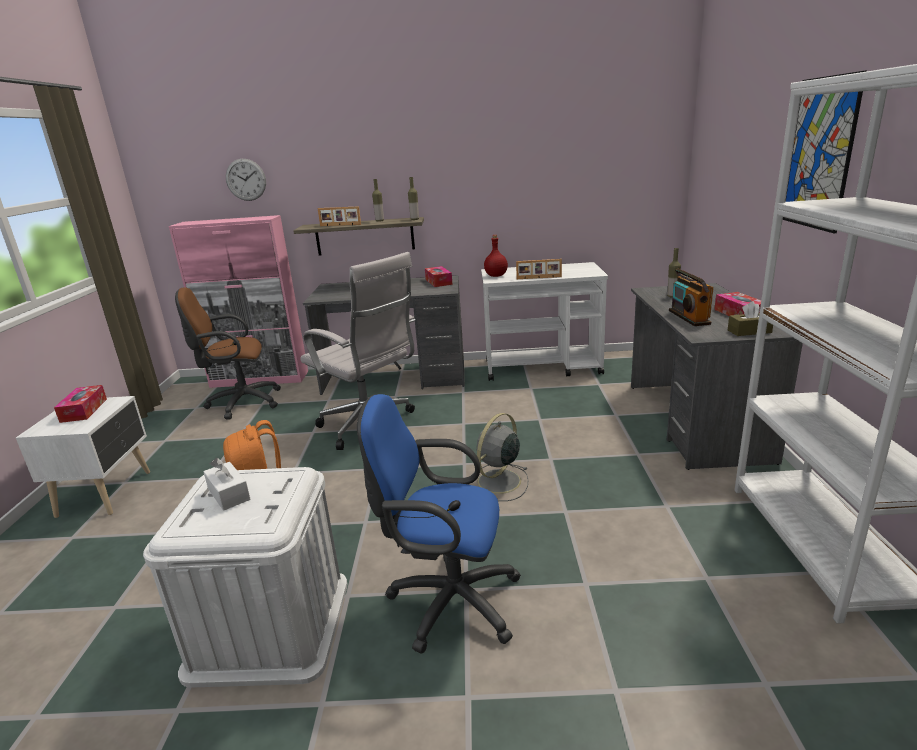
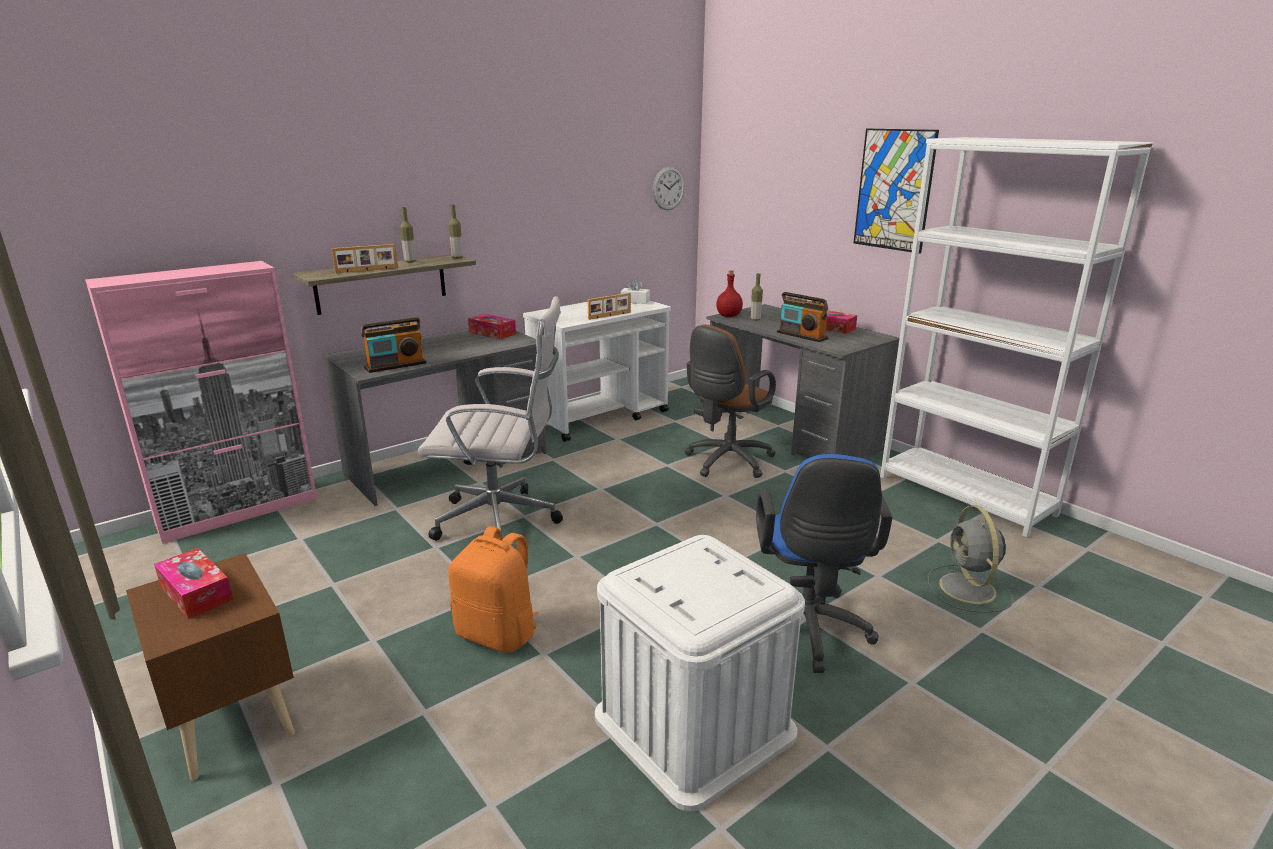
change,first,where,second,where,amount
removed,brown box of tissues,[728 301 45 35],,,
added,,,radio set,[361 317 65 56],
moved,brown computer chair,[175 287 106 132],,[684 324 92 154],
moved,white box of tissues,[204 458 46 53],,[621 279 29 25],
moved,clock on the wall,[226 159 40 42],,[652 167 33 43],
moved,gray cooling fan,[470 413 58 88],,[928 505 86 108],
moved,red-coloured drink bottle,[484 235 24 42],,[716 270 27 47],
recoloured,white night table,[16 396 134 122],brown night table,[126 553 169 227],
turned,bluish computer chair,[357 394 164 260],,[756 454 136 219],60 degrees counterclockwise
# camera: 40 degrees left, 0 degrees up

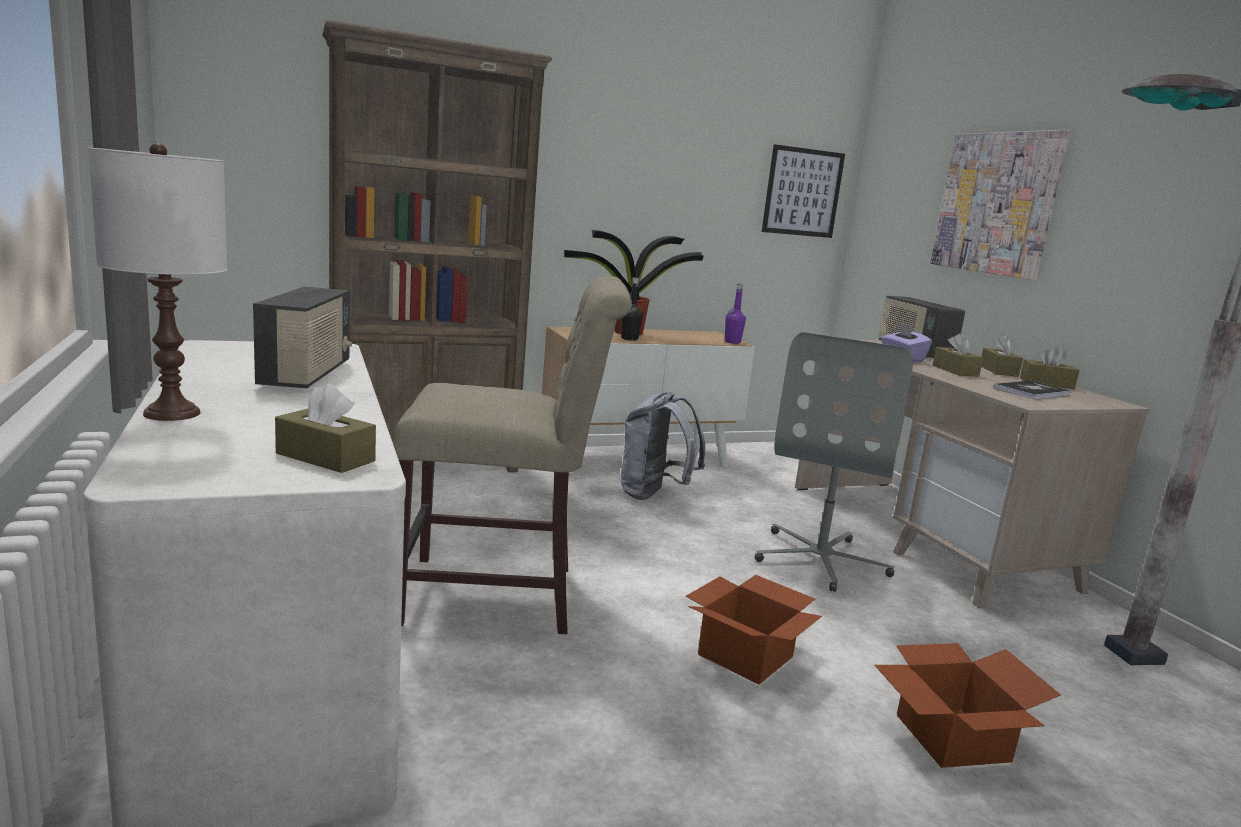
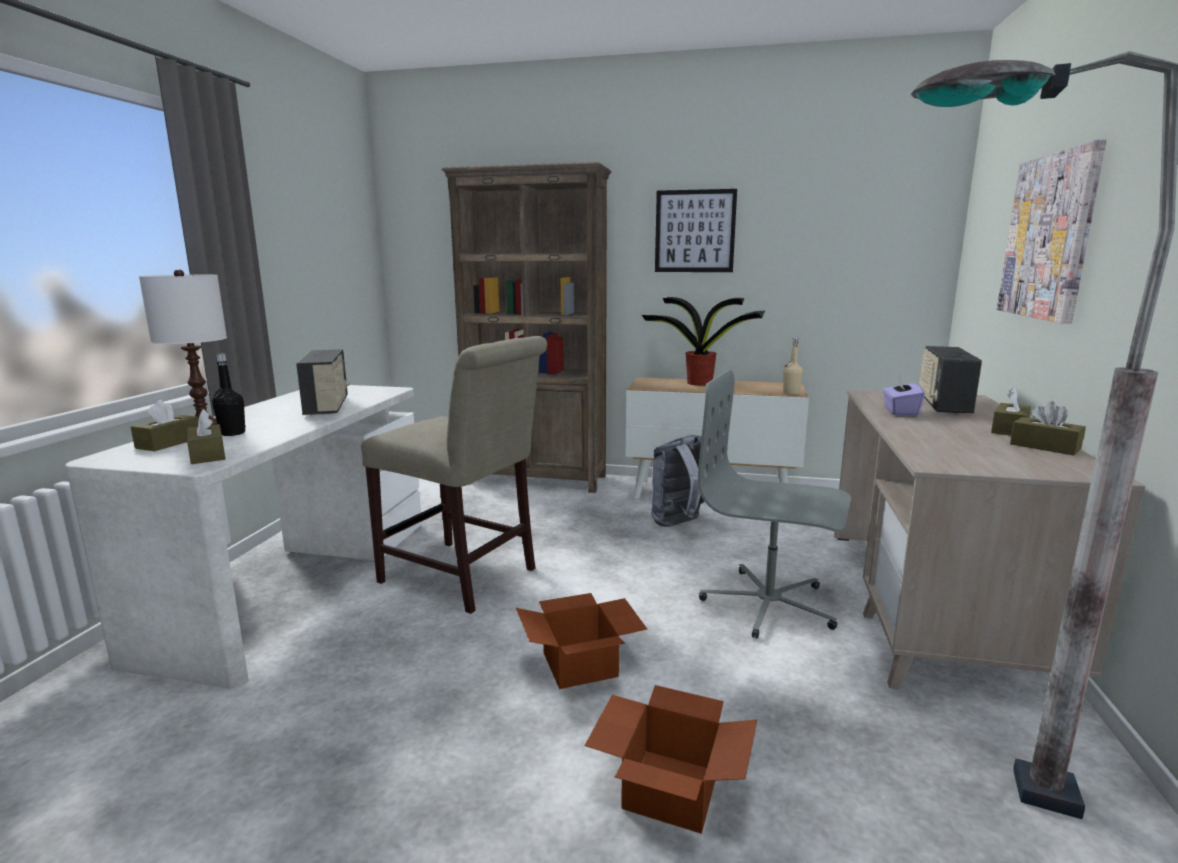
change,first,where,second,where,amount
removed,volume,[993 381 78 19],,,
moved,black-coloured drink bottle,[621 277 22 64],,[212 353 34 83],
moved,wall picture,[762 144 83 94],,[655 189 82 83],
moved,brown box of tissues,[932 333 51 44],,[131 400 67 51],
recoloured,purplish drink bottle,[724 284 22 60],beige drink bottle,[783 338 20 56],
turned,radio set,[253 286 99 102],,[296 349 54 66],45 degrees counterclockwise
turned,gray computer chair,[755 332 158 260],,[698 370 153 268],60 degrees clockwise
# camera: 35 degrees right, 0 degrees up

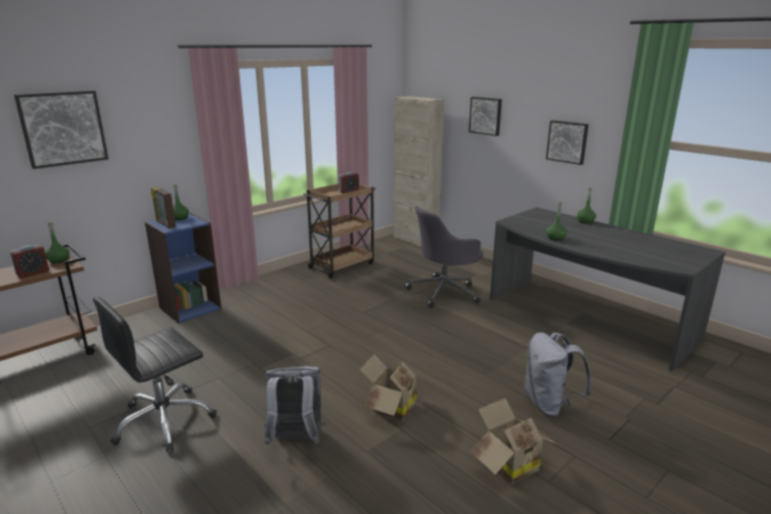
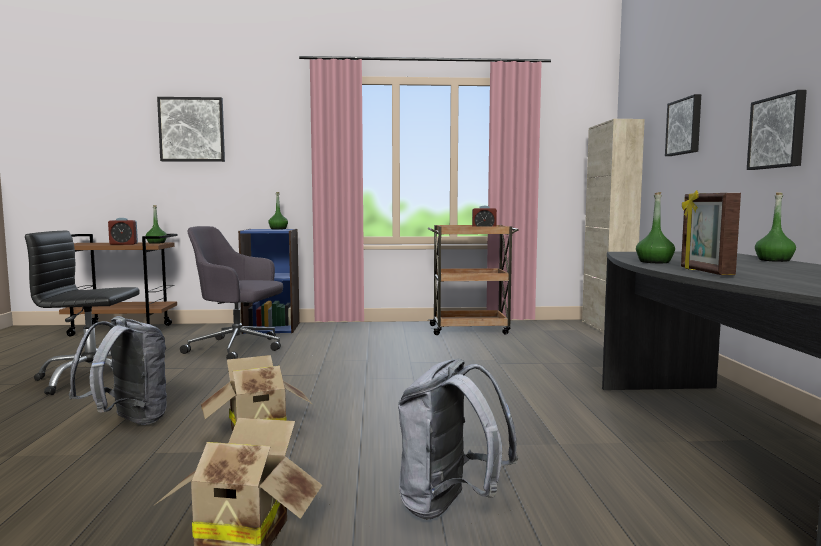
change,first,where,second,where,amount
moved,standing frame,[151 187 25 42],,[681 190 60 85],
moved,gray computer chair,[405 206 78 102],,[180 226 103 133],
# camera: 40 degrees right, 15 degrees down

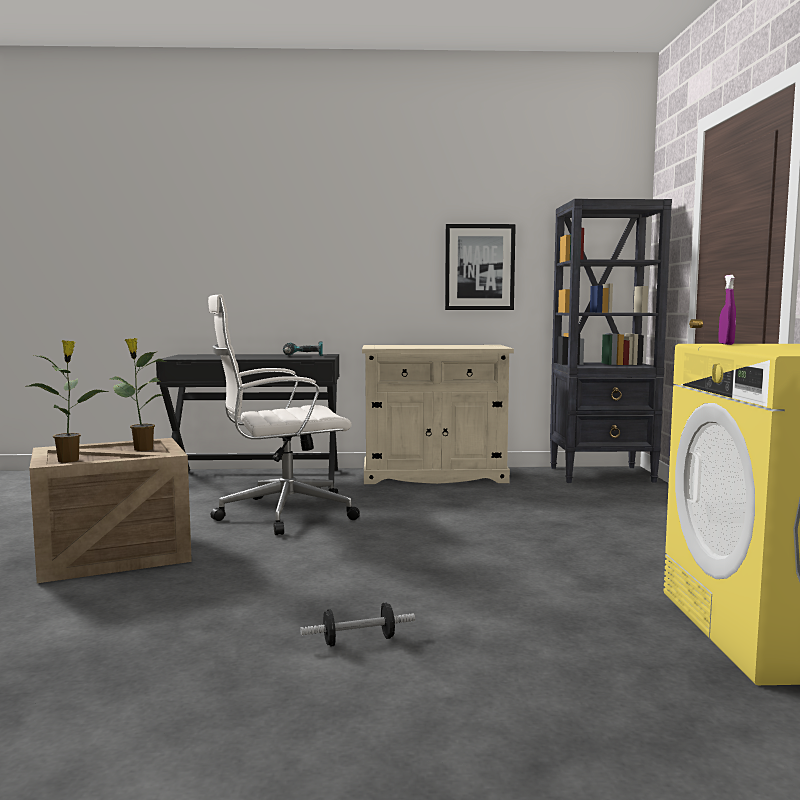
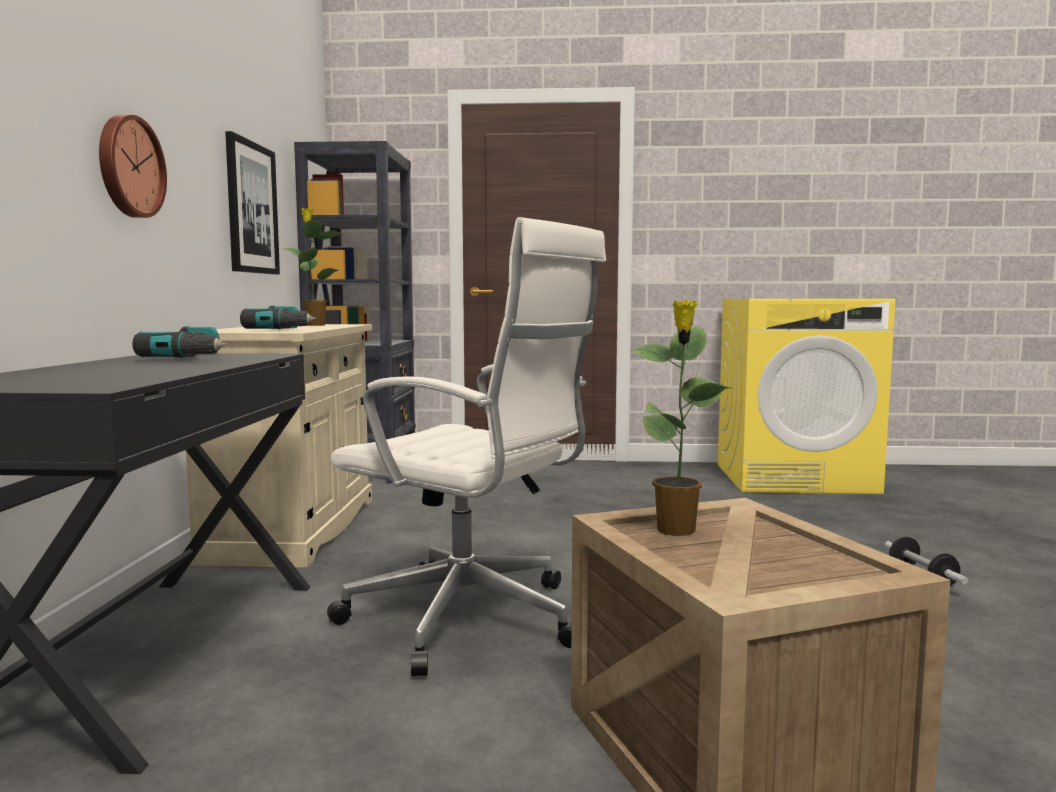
change,first,where,second,where,amount
removed,purplish spray bottle,[718 275 18 70],,,
added,,,clock on the wall,[99 114 68 104],
added,,,power drill,[240 305 76 24],
moved,potted plant,[28 340 81 123],,[283 208 60 118],
turned,white computer chair,[208 294 152 241],,[327 217 279 460],45 degrees counterclockwise
# camera: 85 degrees left, 0 degrees up

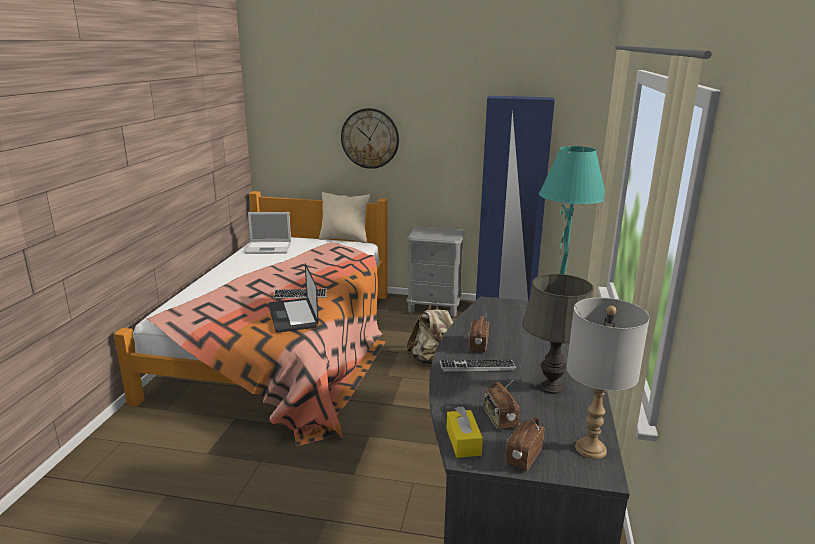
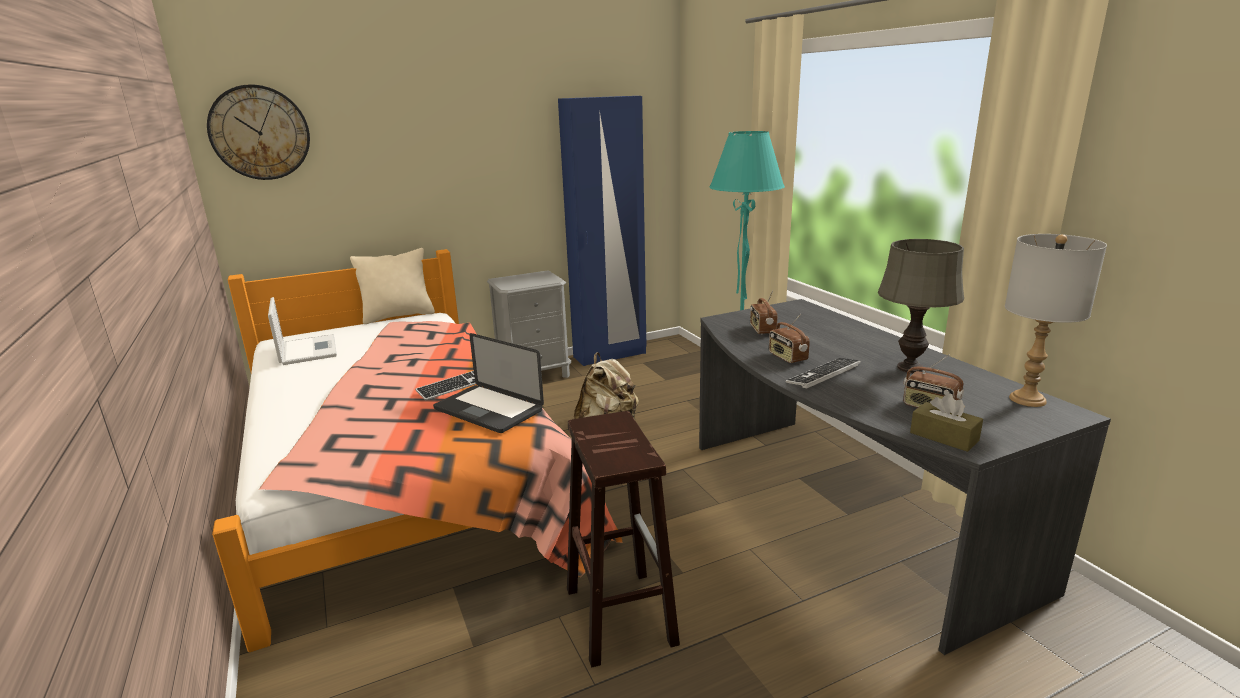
change,first,where,second,where,amount
added,,,brown stool seat,[567 411 113 257],
moved,clock on the wall,[341 108 58 61],,[207 84 103 96],
moved,radio set,[505 417 39 53],,[750 291 27 43],
recoloured,yellowish box of tissues,[446 406 37 52],brown box of tissues,[910 393 73 59],
turned,portable computer,[244 212 47 42],,[268 297 69 68],75 degrees counterclockwise
# camera: 35 degrees left, 0 degrees up

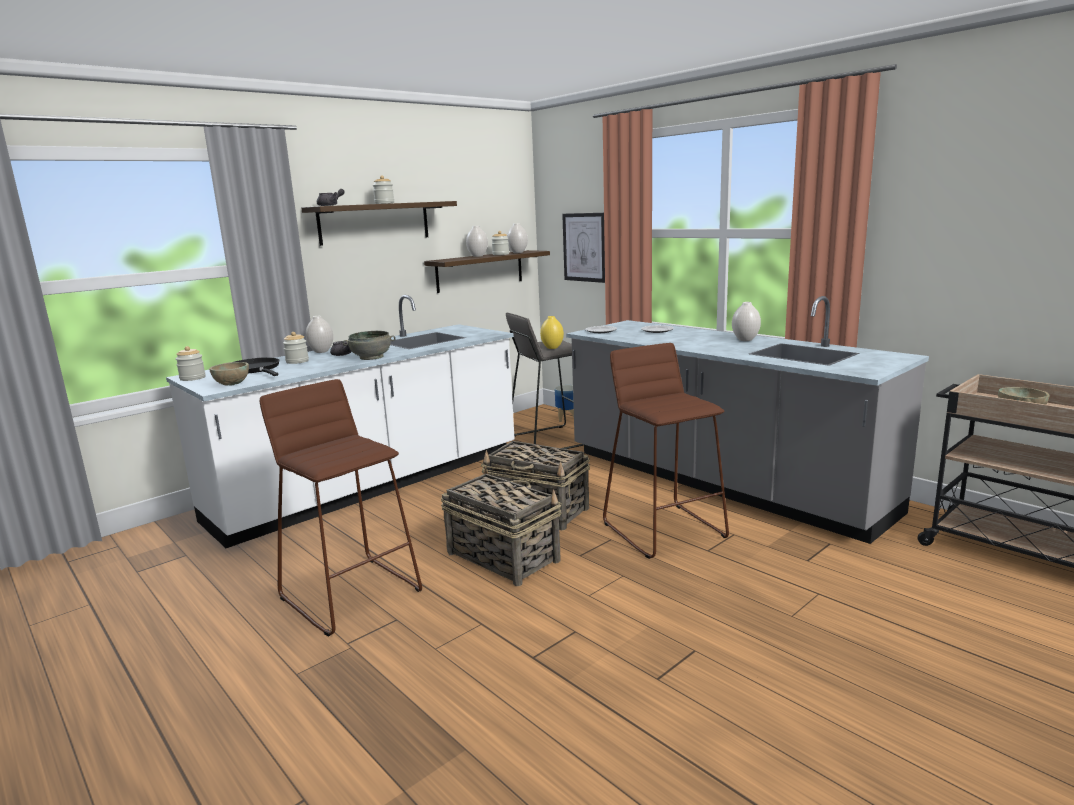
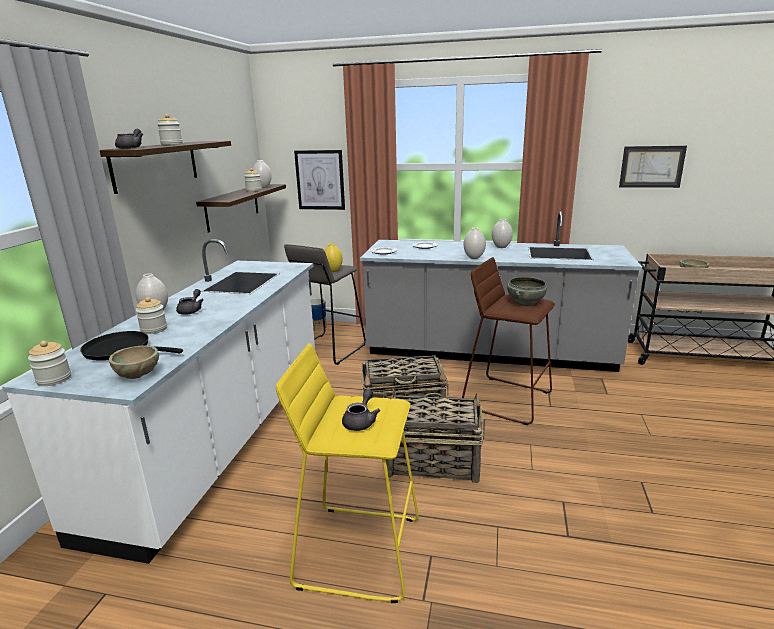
change,first,where,second,where,amount
added,,,gray teapot,[342 389 38 42],
added,,,wall picture,[619 146 68 42],
moved,gray deep dish,[343 331 53 29],,[507 277 40 29],
moved,white flower vase,[466 226 22 31],,[464 227 22 32],
recoloured,brown stool seat,[260 379 162 257],yellowish stool seat,[276 343 143 260],
# camera: 35 degrees left, 5 degrees up

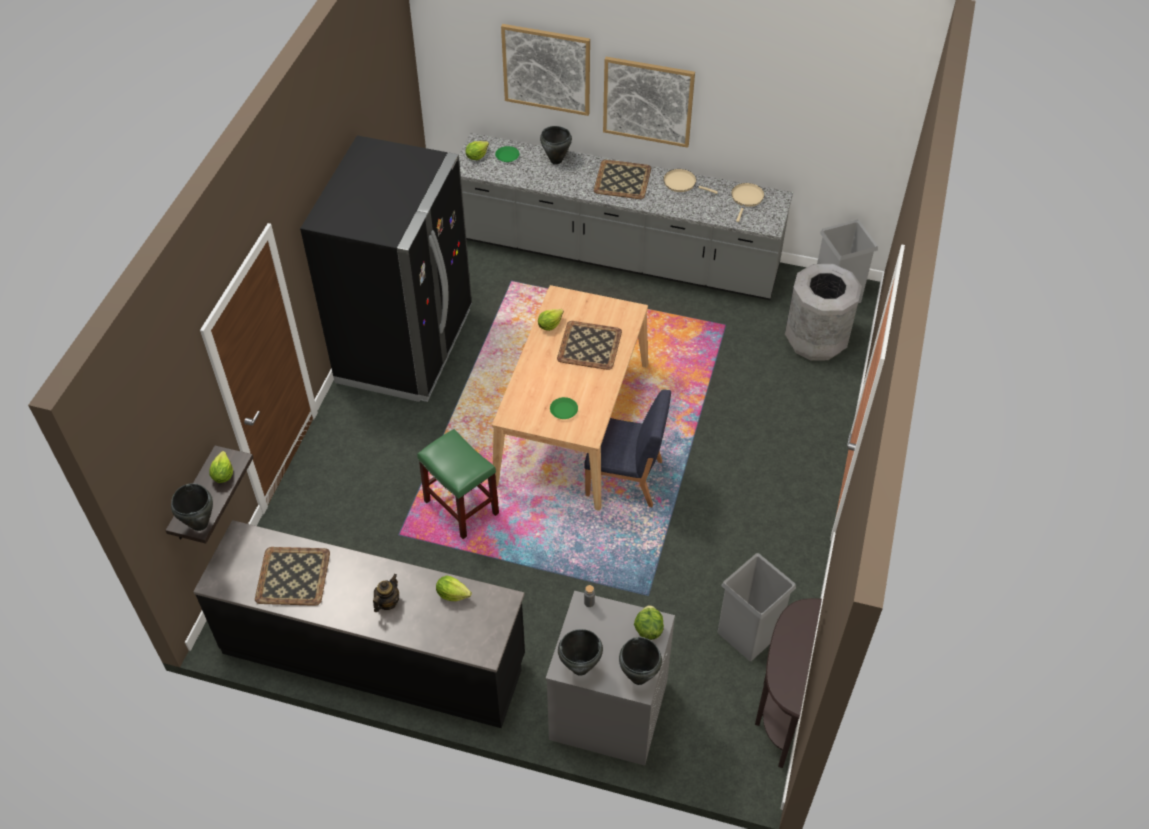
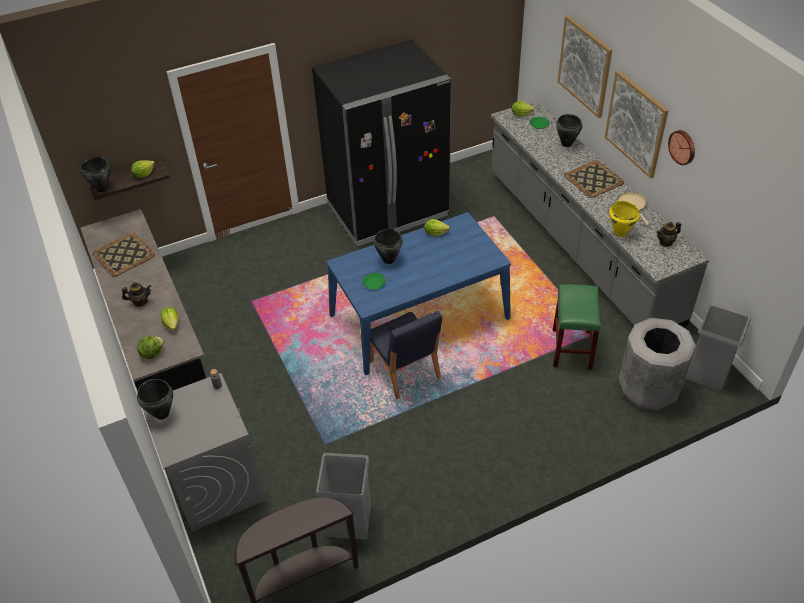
change,first,where,second,where,amount
removed,serving tray,[557 321 65 49],,,
added,,,yellowish saucepot,[609 201 31 36],
added,,,clock on the wall,[668 130 27 35],
moved,green-coloured stool seat,[417 429 82 110],,[553 284 47 86],
moved,black-coloured saucepot,[619 637 43 48],,[373 229 30 35],
moved,head of lettuce,[634 605 30 35],,[137 336 27 23],
replaced,beige skillet,[731 183 34 39],teapot,[657 222 24 25],
recoloured,beige dining table,[492 285 156 226],bluish dining table,[327 212 184 163],
# camera: 50 degrees right, 5 degrees down

